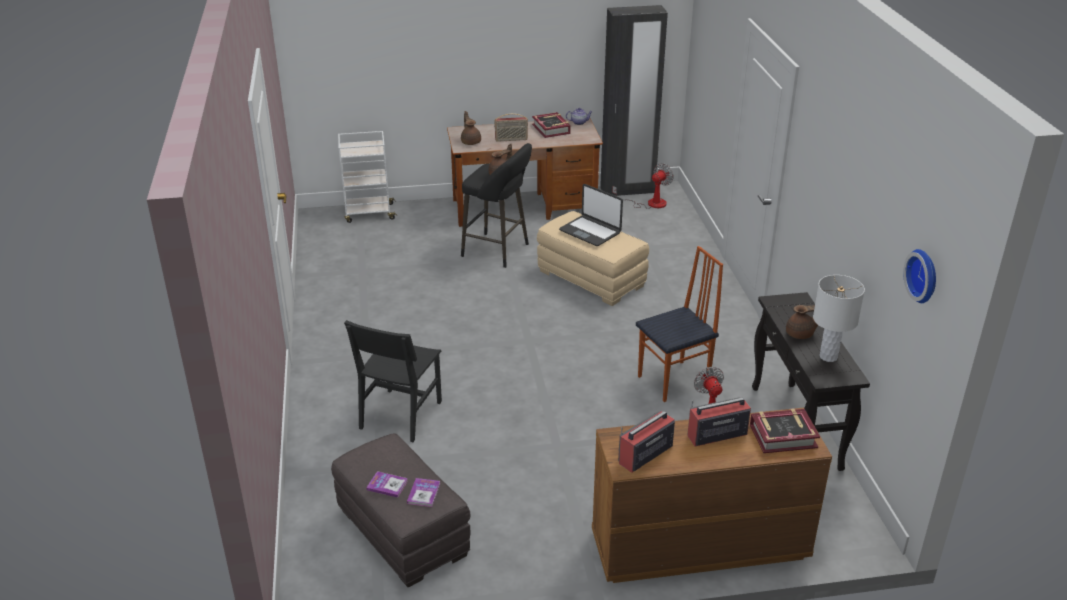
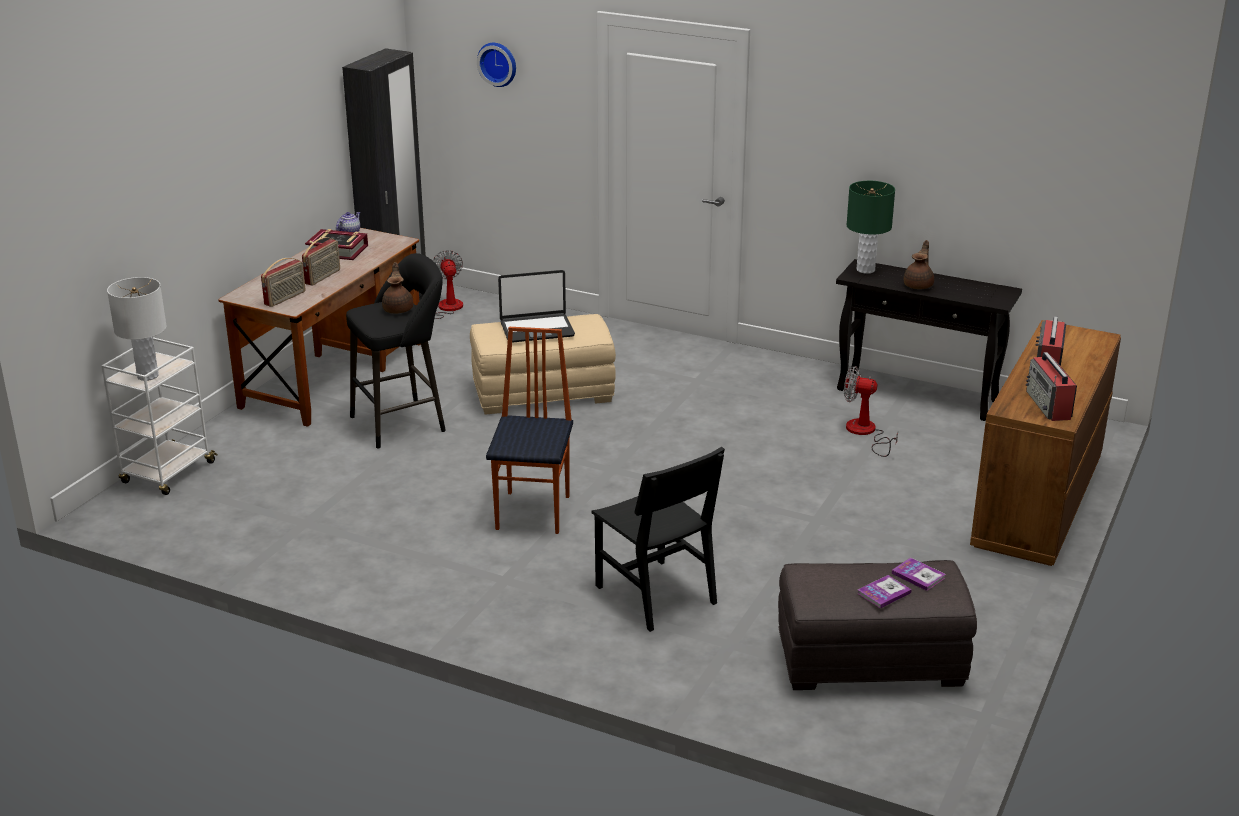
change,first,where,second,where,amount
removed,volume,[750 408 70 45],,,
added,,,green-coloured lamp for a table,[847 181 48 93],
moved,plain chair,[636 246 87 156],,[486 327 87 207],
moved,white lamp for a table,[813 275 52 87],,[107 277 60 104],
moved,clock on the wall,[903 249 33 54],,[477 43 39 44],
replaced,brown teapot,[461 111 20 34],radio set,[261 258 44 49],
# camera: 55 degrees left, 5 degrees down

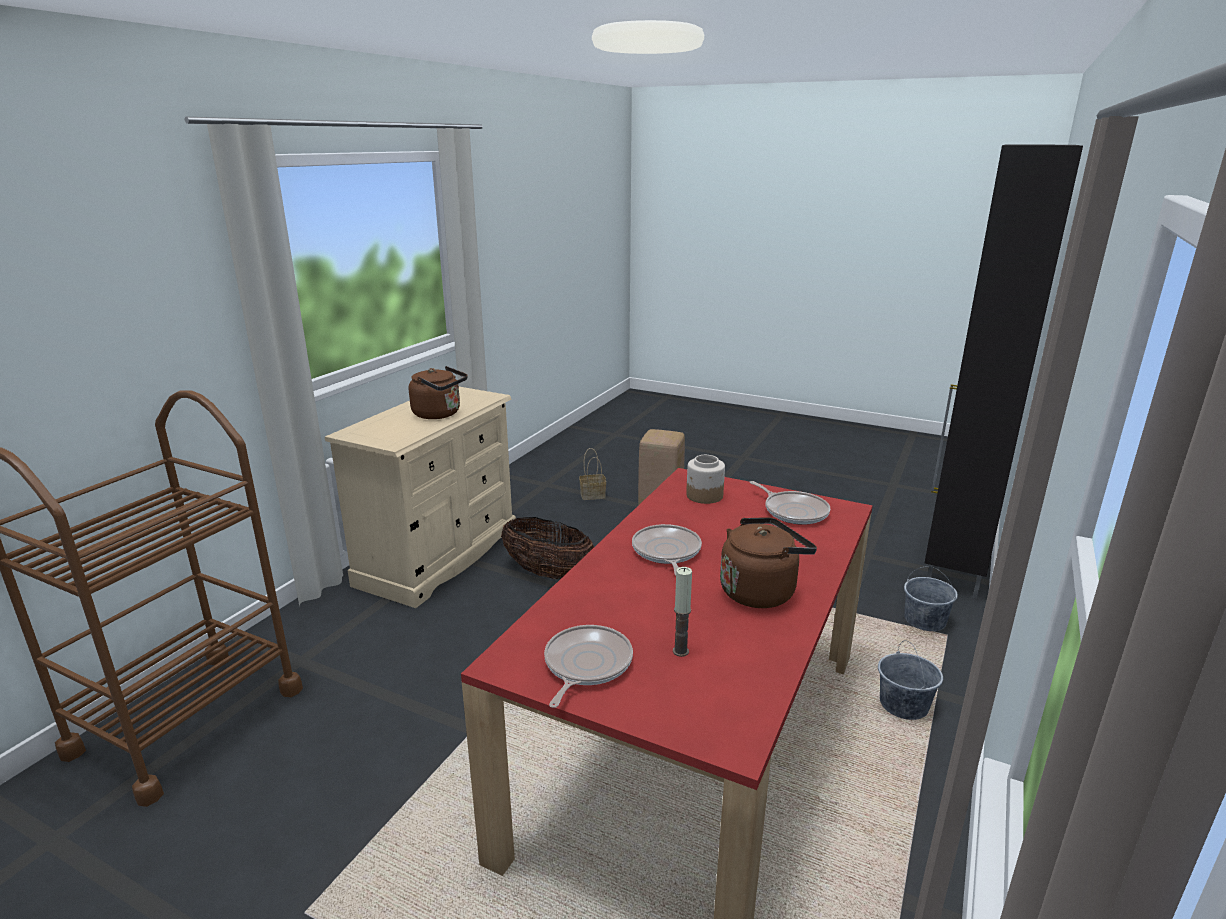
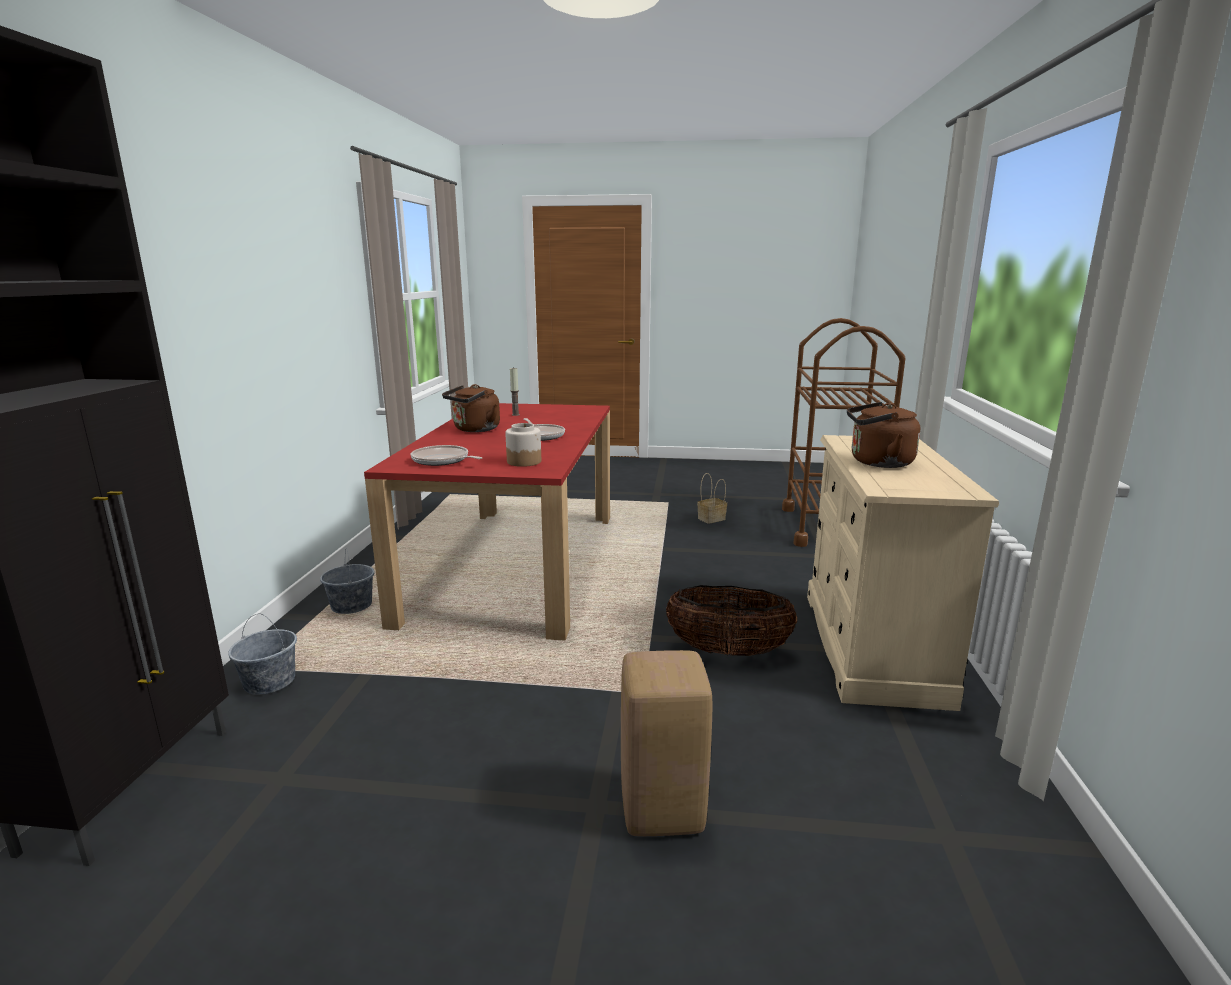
change,first,where,second,where,amount
removed,skillet,[544 625 89 83],,,
moved,basket,[579 448 27 52],,[697 473 30 51],
# camera: 160 degrees right, 5 degrees down

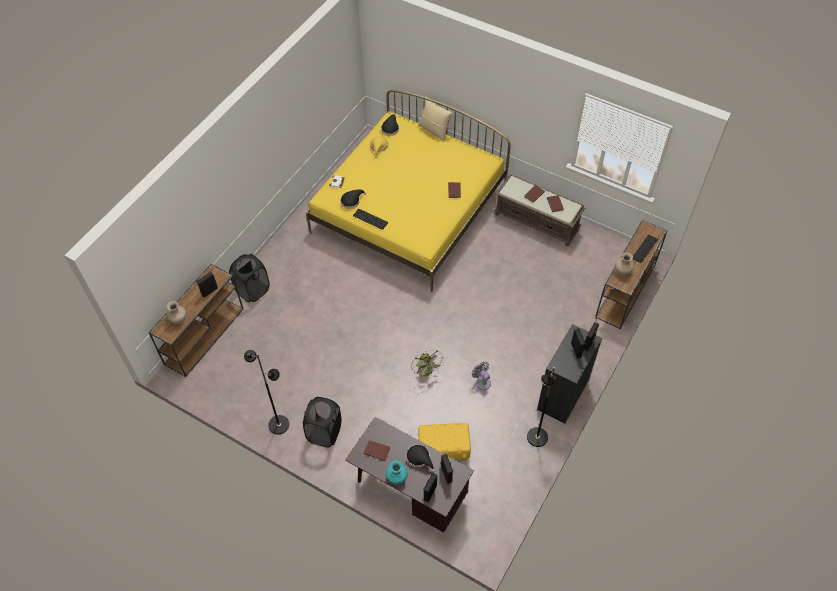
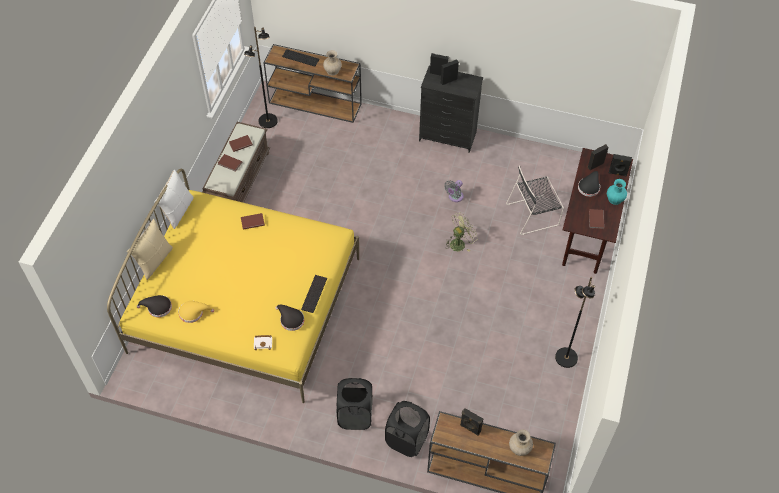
change,first,where,second,where,amount
added,,,white throw pillow,[154 169 40 60],
moved,black-coloured washing basket,[303 397 38 51],,[337 378 35 52],
moved,black-coloured standard lamp,[527 367 30 80],,[244 27 34 101],
replaced,yellowish storage bin,[418 423 53 38],black-coloured plain chair,[506 166 58 69],
# camera: 105 degrees left, 0 degrees up

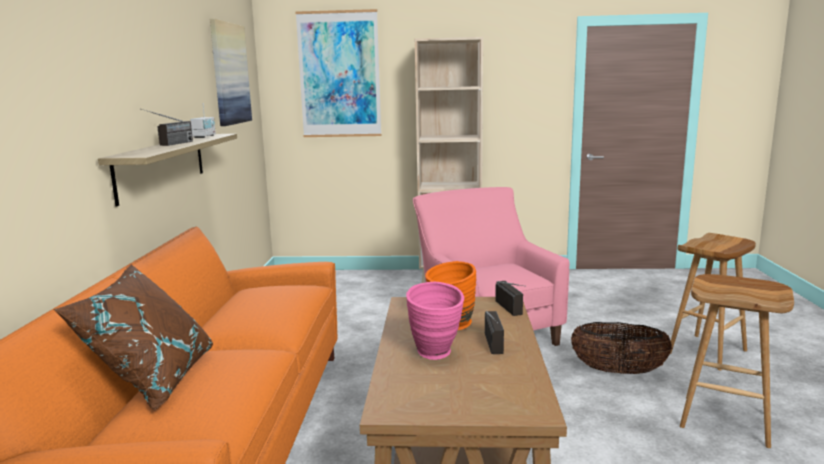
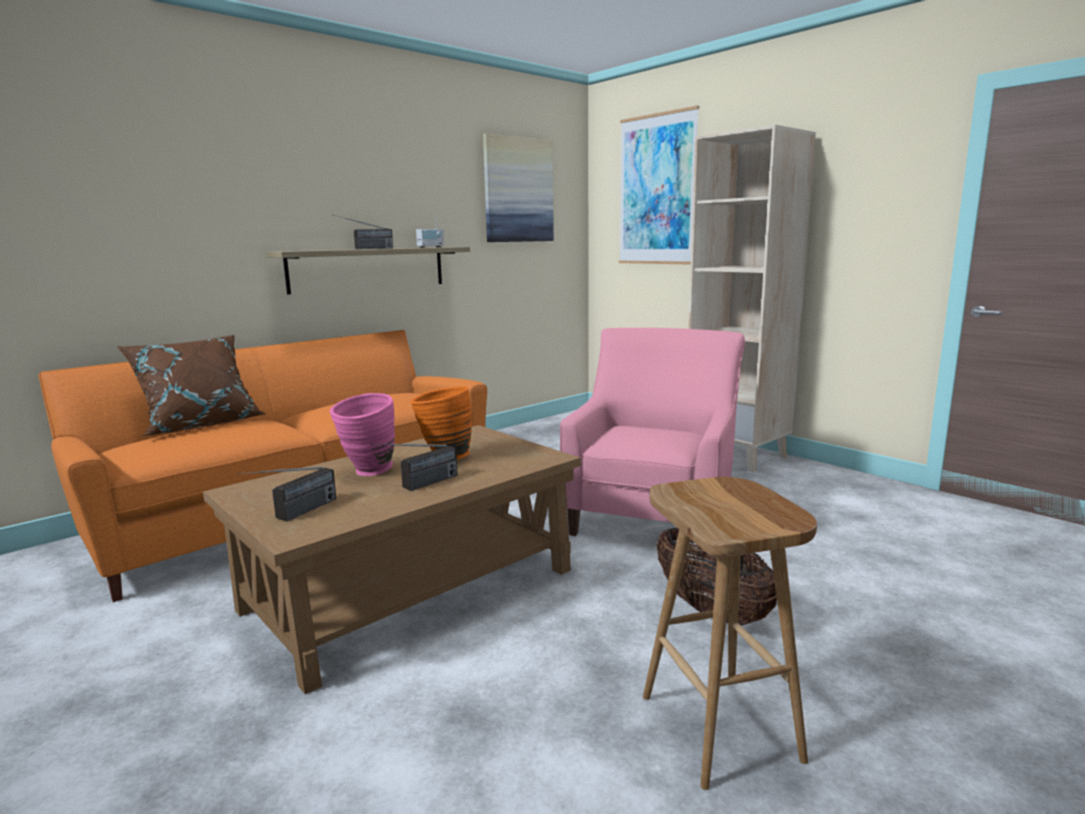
change,first,where,second,where,amount
removed,brown stool seat,[670 233 86 137],,,
moved,radio set,[495 281 31 35],,[237 467 99 54],
# camera: 45 degrees right, 0 degrees up

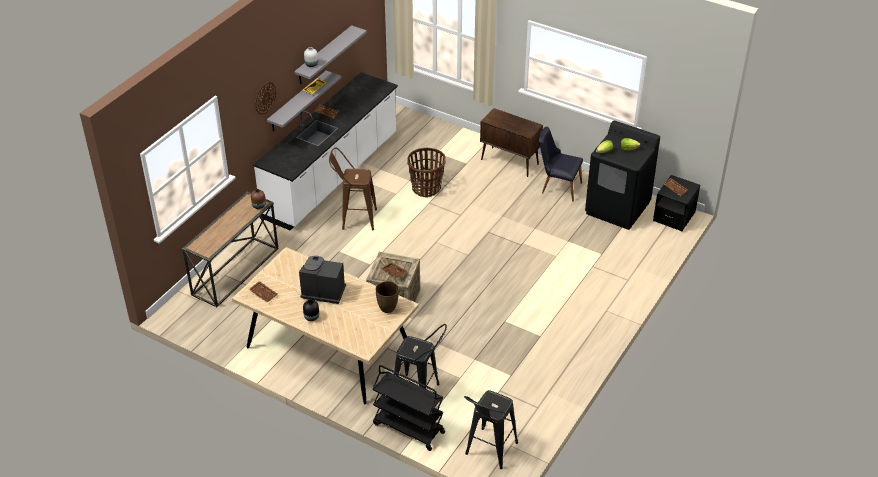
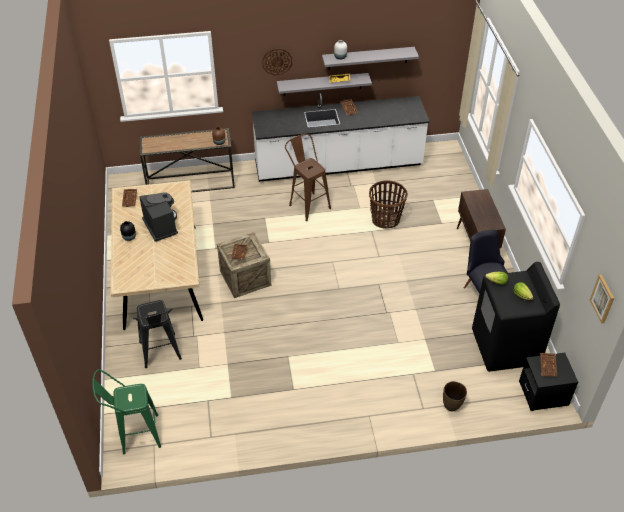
change,first,where,second,where,amount
removed,black-coloured trolley,[372 365 73 86],,,
added,,,wall picture,[590 274 24 50],
moved,brown flower vase,[376 281 23 32],,[443 381 24 30],
recoloured,black-coloured stool seat,[464 390 54 79],green-coloured stool seat,[92 369 69 85],
# camera: 50 degrees right, 5 degrees up

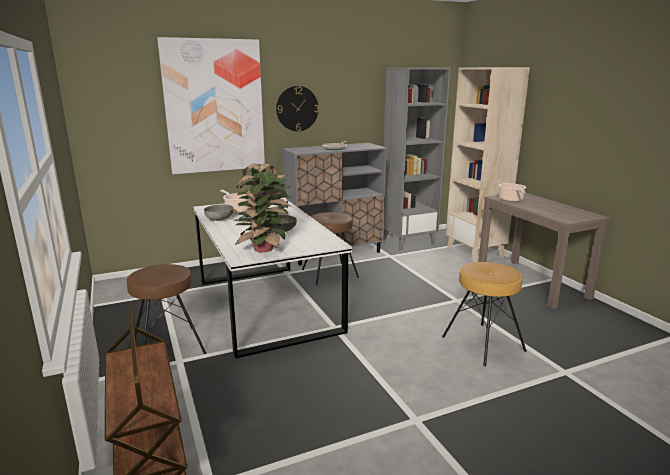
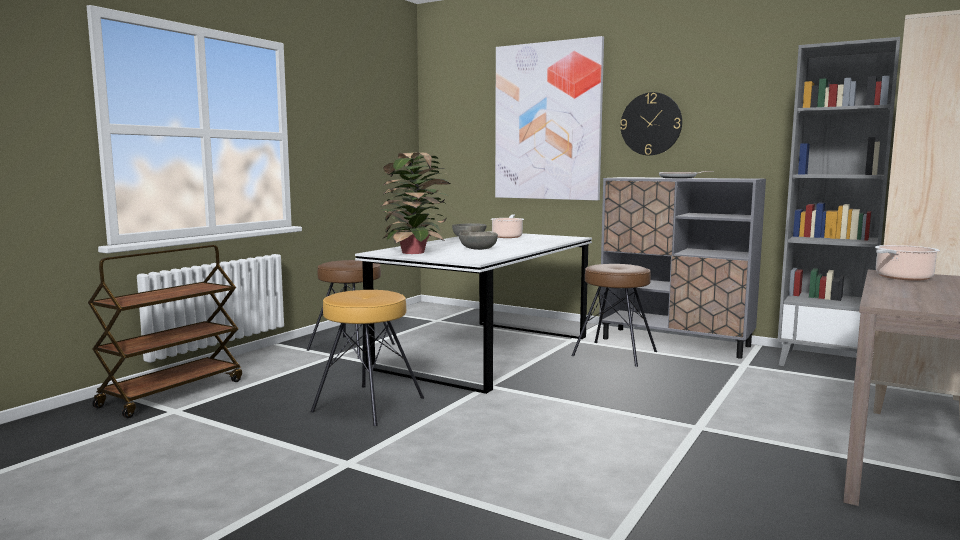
change,first,where,second,where,amount
moved,brown stool seat,[442 262 85 105],,[311 290 113 136],
# camera: 55 degrees right, 10 degrees down

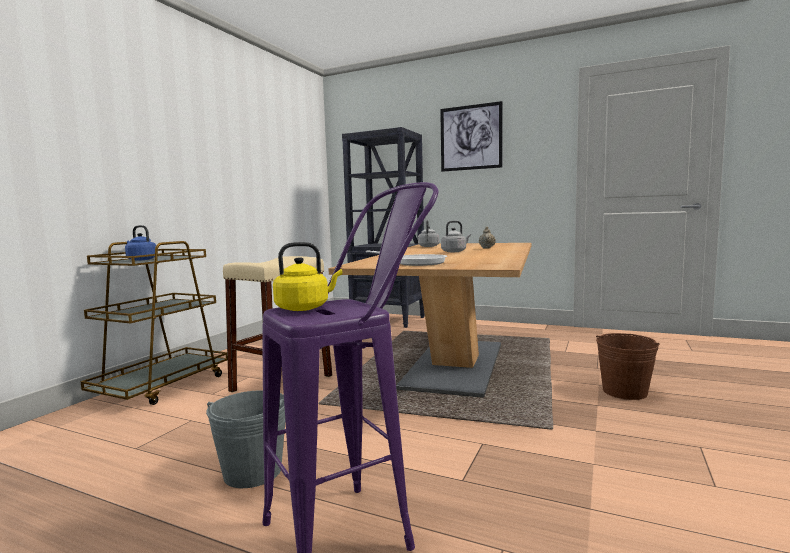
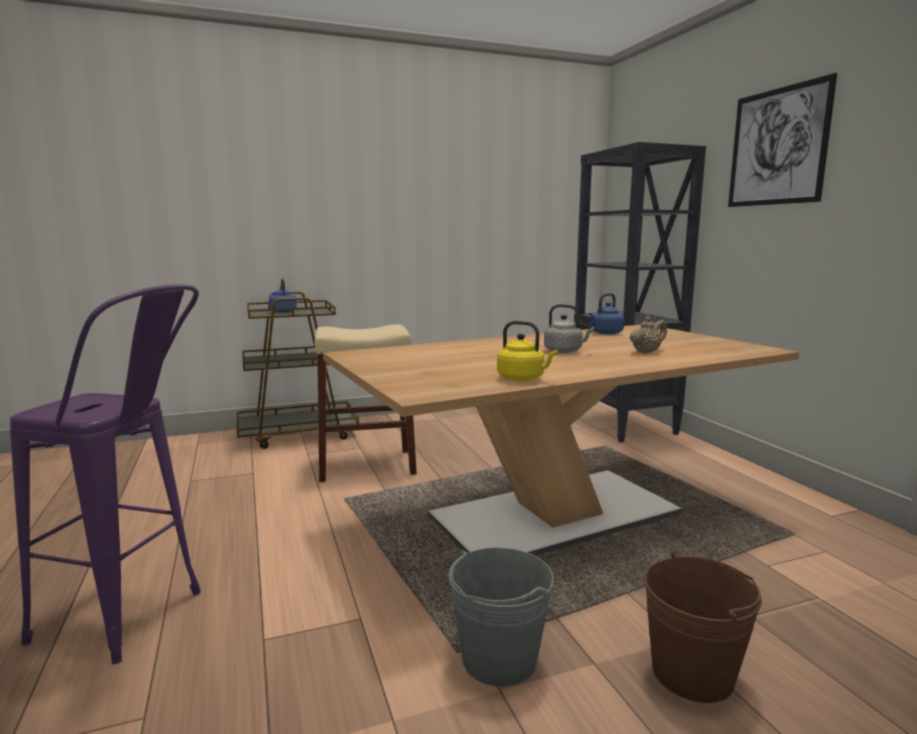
change,first,where,second,where,amount
removed,skillet,[366 250 81 16],,,
moved,gray water bucket,[206 390 79 98],,[448 547 106 140],
moved,yellowish kettle,[273 242 69 69],,[497 321 60 60],
recoloured,gray kettle,[418 220 21 27],bluish kettle,[589 293 35 42],
# camera: 45 degrees right, 5 degrees up

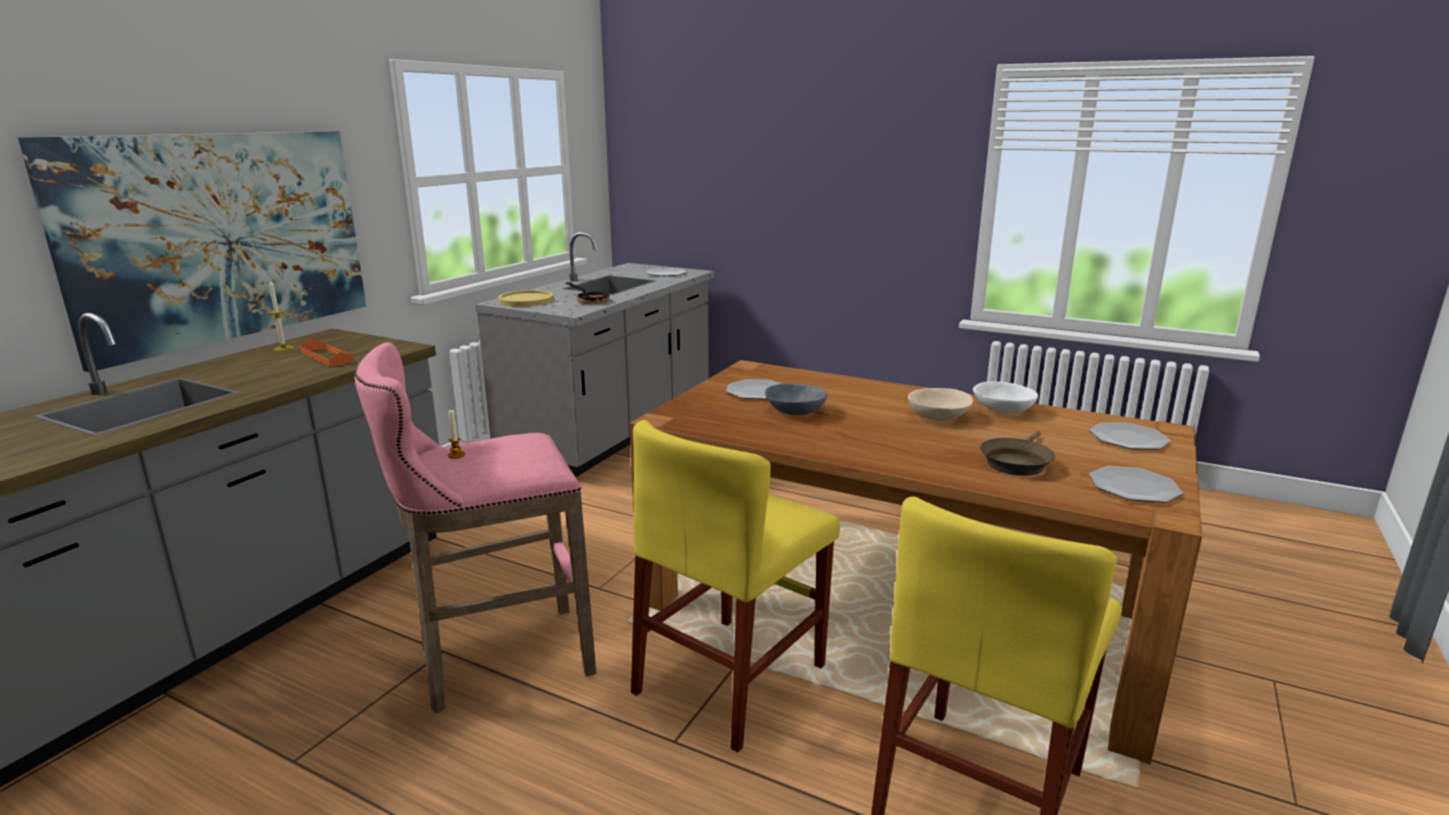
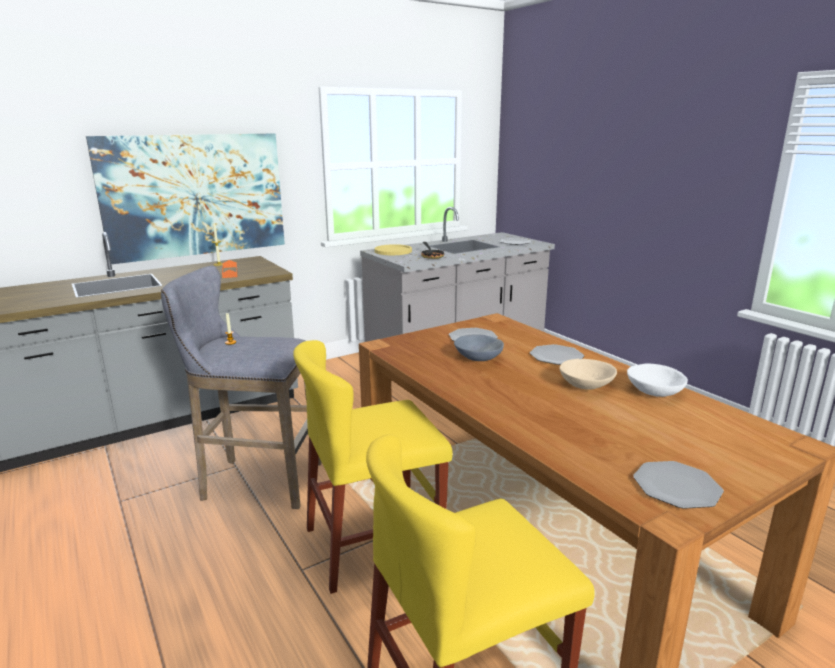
change,first,where,second,where,amount
removed,brown skillet,[980 431 75 45],,,
moved,plate,[1089 423 82 26],,[530 344 54 21],
recoloured,pinkish stool seat,[355 342 242 371],gray stool seat,[161 266 161 243],
# camera: 30 degrees right, 0 degrees up

